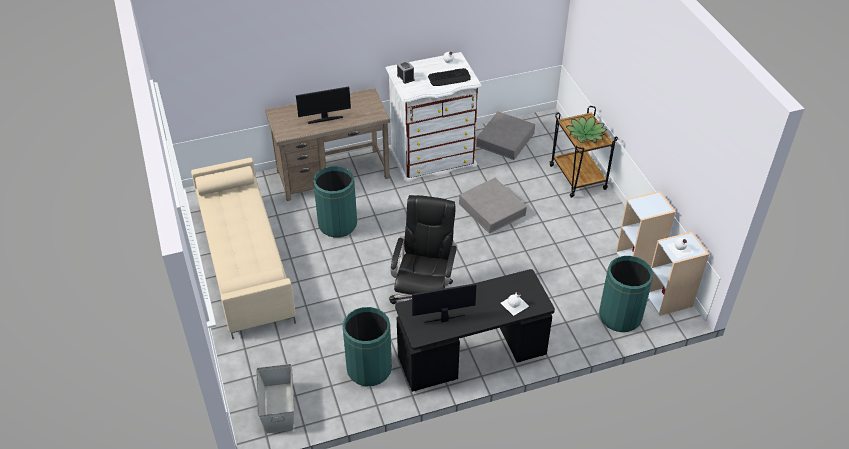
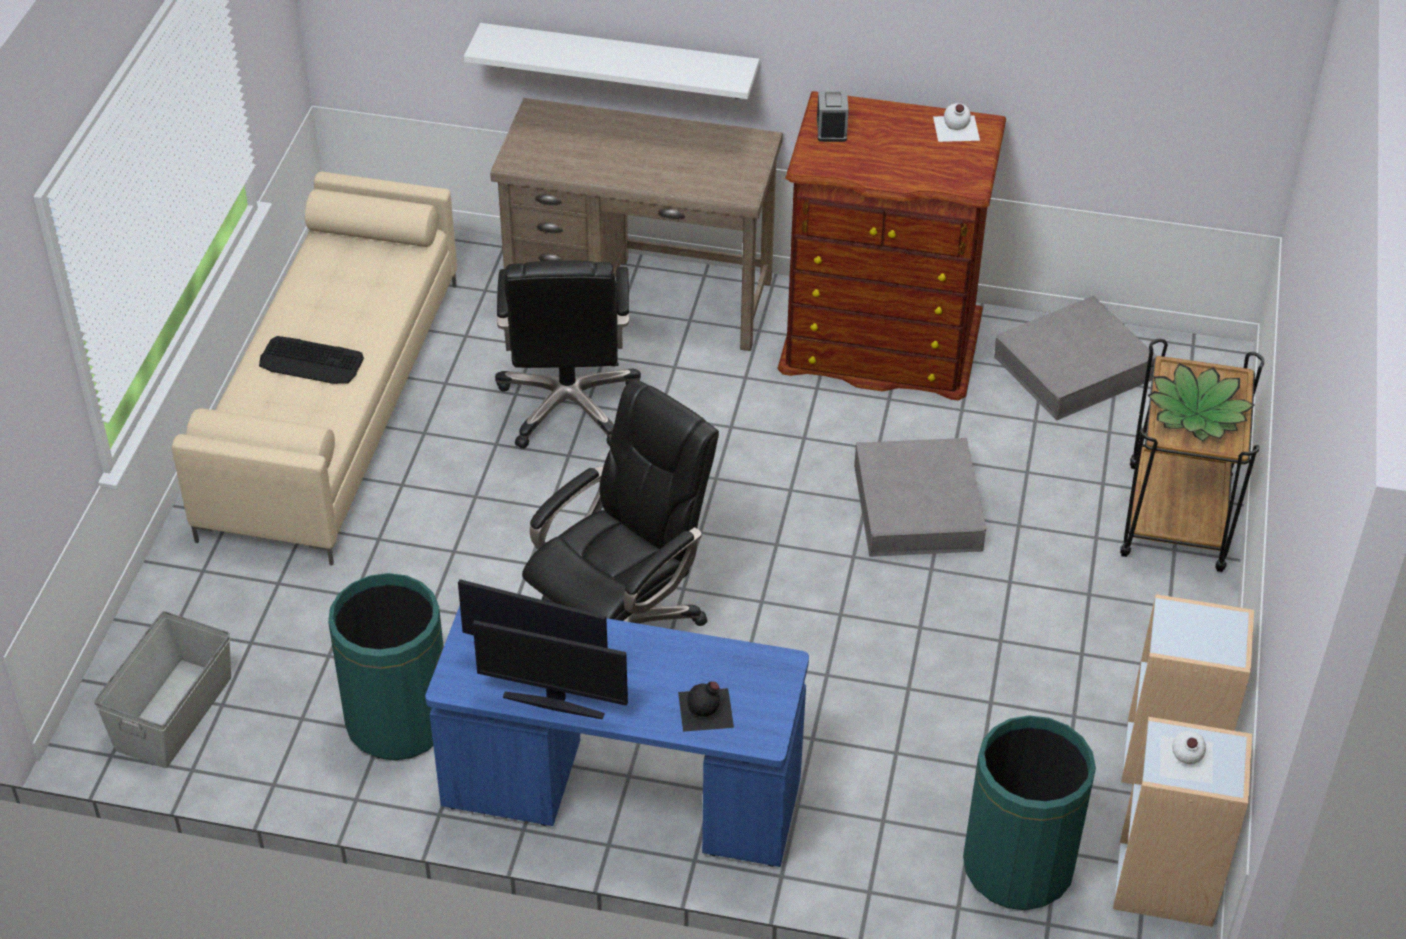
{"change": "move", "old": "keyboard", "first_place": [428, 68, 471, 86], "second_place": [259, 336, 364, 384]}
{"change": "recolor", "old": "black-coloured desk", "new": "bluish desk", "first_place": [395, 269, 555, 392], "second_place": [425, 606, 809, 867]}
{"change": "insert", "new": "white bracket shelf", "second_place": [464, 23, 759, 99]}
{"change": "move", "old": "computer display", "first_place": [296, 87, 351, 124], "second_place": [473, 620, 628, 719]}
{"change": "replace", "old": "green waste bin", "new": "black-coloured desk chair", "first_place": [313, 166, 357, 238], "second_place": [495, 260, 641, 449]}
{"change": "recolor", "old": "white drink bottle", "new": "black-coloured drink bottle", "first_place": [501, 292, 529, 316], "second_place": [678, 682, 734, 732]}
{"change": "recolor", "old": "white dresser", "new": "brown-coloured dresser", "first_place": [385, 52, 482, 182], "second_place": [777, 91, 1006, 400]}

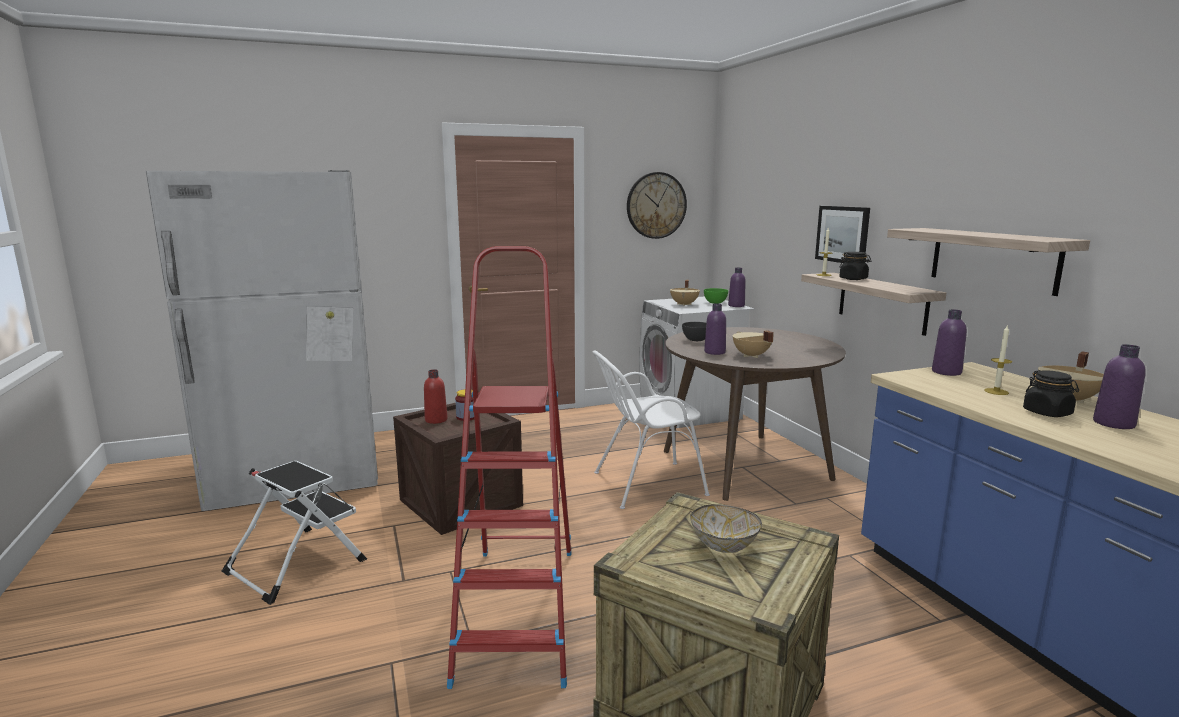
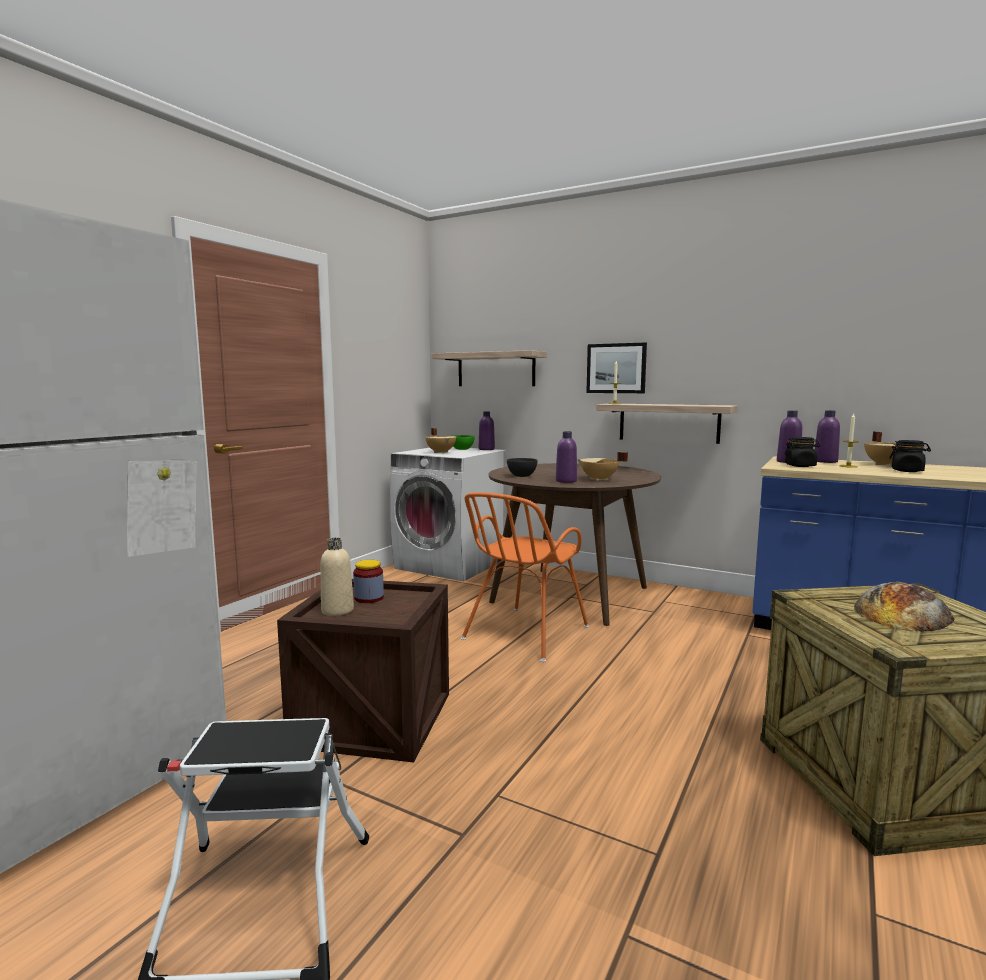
{"change": "recolor", "old": "reddish drink bottle", "new": "beige drink bottle", "first_place": [424, 369, 448, 424], "second_place": [320, 538, 354, 616]}
{"change": "move", "old": "bracket shelf", "first_place": [887, 228, 1090, 296], "second_place": [432, 350, 547, 386]}
{"change": "recolor", "old": "white upright chair", "new": "orange upright chair", "first_place": [592, 350, 710, 509], "second_place": [461, 492, 589, 662]}
{"change": "move", "old": "black-coloured storage jar", "first_place": [839, 252, 871, 280], "second_place": [784, 437, 820, 467]}
{"change": "move", "old": "purple-coloured drink bottle", "first_place": [1093, 344, 1146, 429], "second_place": [815, 410, 840, 463]}
{"change": "replace", "old": "bowl", "new": "bread", "first_place": [690, 504, 762, 553], "second_place": [854, 582, 954, 632]}
{"change": "delete", "old": "reddish stepladder", "first_place": [447, 246, 571, 689]}
{"change": "delete", "old": "clock on the wall", "first_place": [627, 172, 687, 239]}

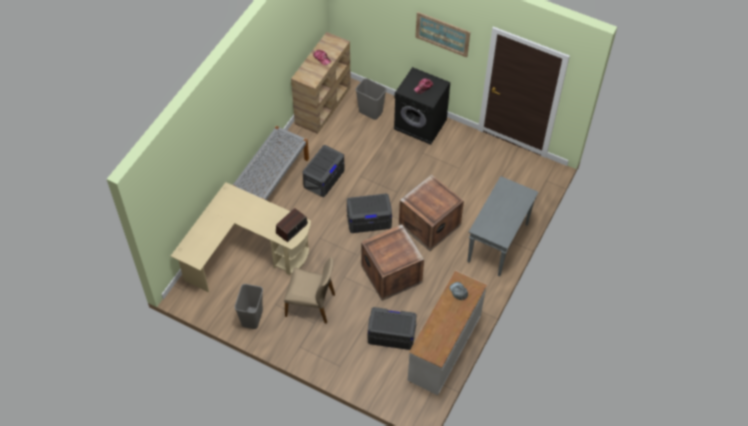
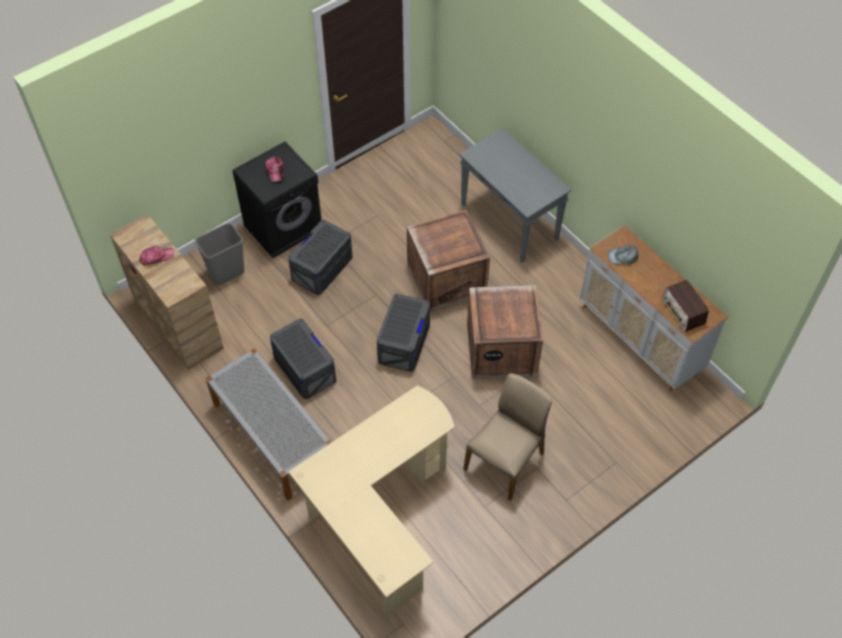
{"change": "move", "old": "grey storage bin", "first_place": [368, 307, 417, 350], "second_place": [288, 220, 353, 295]}
{"change": "move", "old": "radio", "first_place": [276, 208, 308, 242], "second_place": [662, 280, 709, 332]}
{"change": "delete", "old": "grey waste bin", "first_place": [234, 284, 263, 329]}
{"change": "delete", "old": "wall picture", "first_place": [415, 12, 470, 58]}

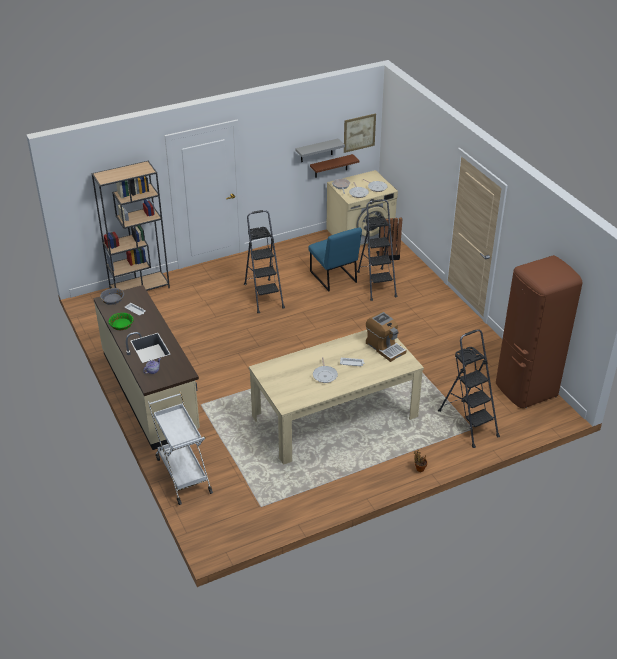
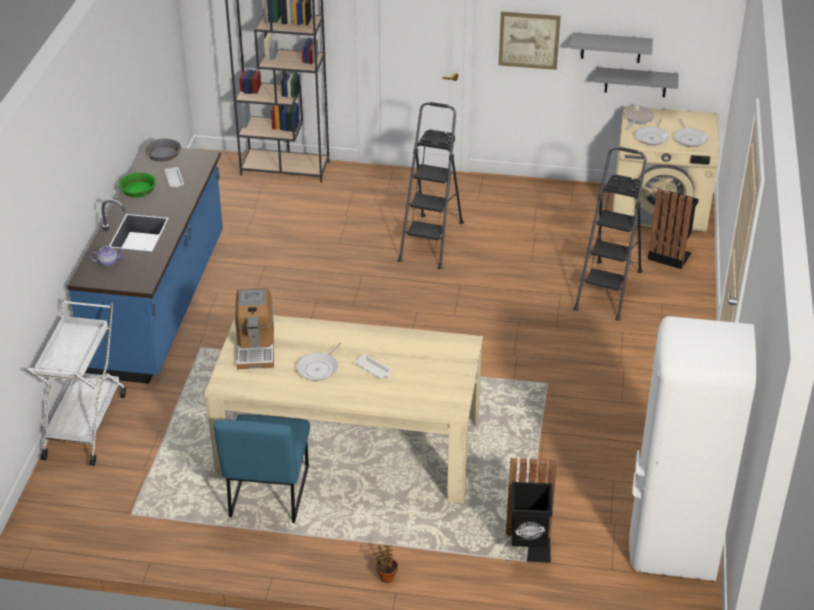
{"change": "recolor", "old": "beige kitchen counter", "new": "bluish kitchen counter", "first_place": [93, 285, 200, 450], "second_place": [67, 145, 223, 384]}
{"change": "move", "old": "bluish upright chair", "first_place": [308, 227, 362, 291], "second_place": [214, 414, 310, 523]}
{"change": "move", "old": "coffee machine", "first_place": [366, 312, 406, 362], "second_place": [235, 288, 274, 369]}
{"change": "move", "old": "wall picture", "first_place": [344, 113, 376, 153], "second_place": [498, 12, 561, 70]}
{"change": "replace", "old": "stepladder", "new": "black-coloured waste bin", "first_place": [438, 329, 500, 448], "second_place": [506, 458, 557, 563]}
{"change": "recolor", "old": "brown-coloured bracket shelf", "new": "grey bracket shelf", "first_place": [310, 154, 360, 178], "second_place": [595, 67, 678, 97]}
{"change": "recolor", "old": "brown-coloured kitchen fridge", "new": "white kitchen fridge", "first_place": [496, 255, 582, 408], "second_place": [629, 316, 756, 582]}

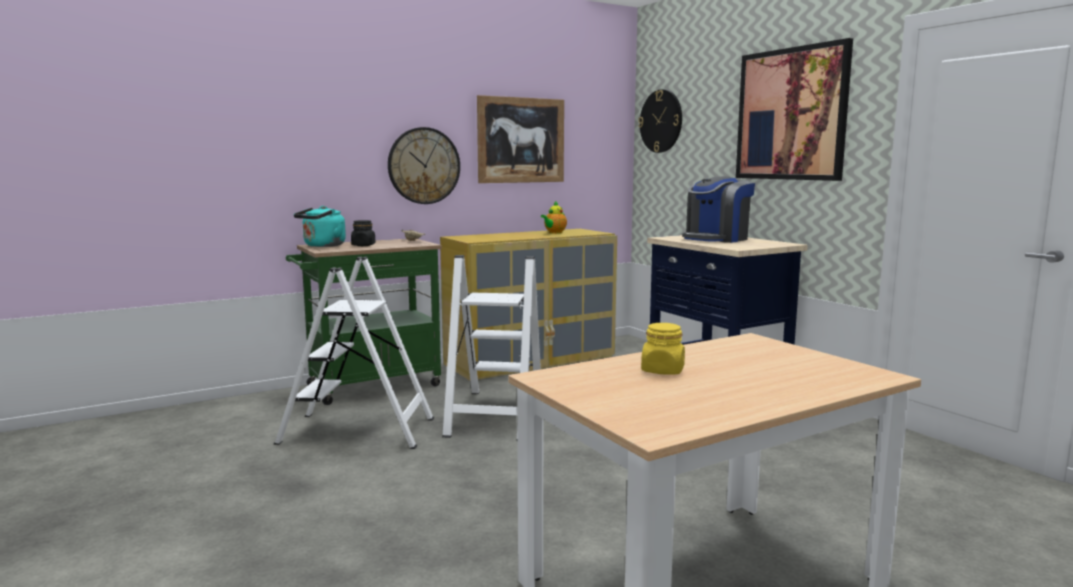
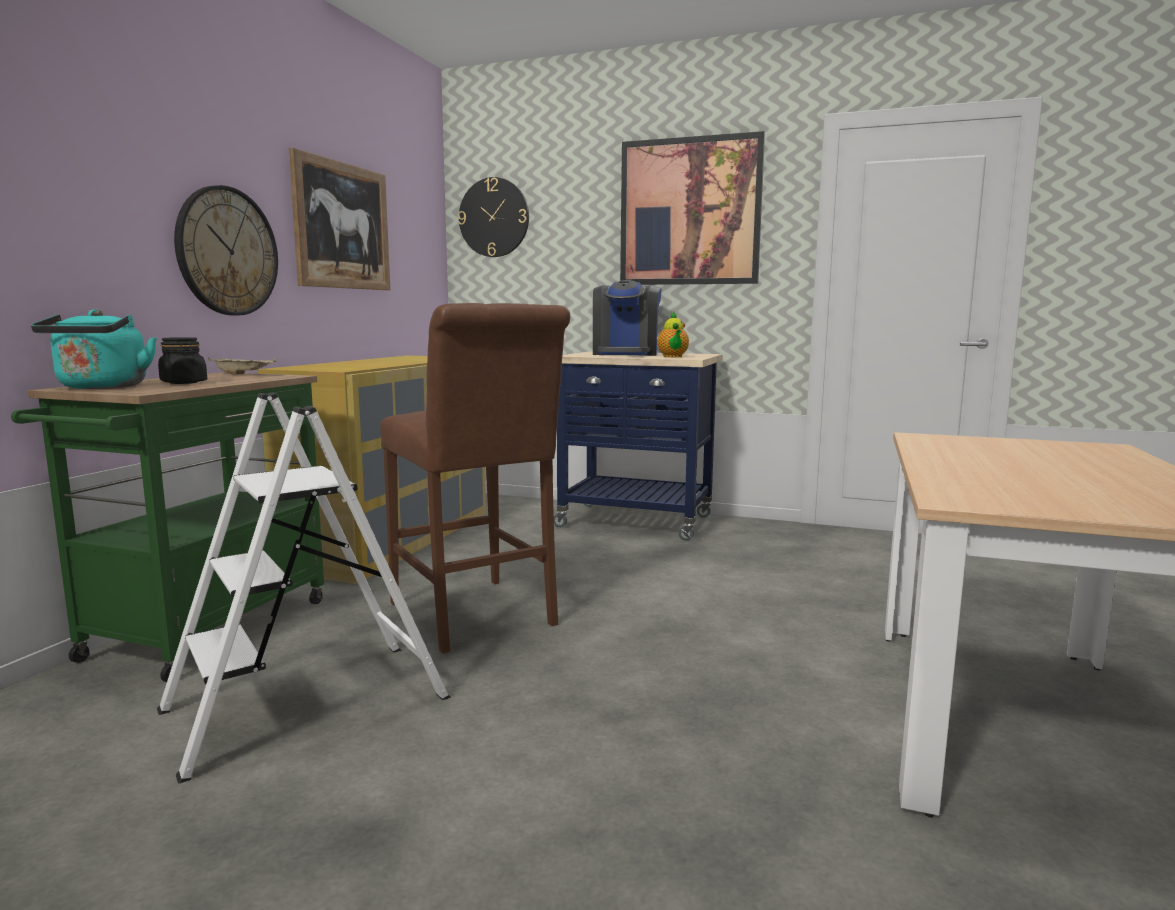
{"change": "replace", "old": "white stepladder", "new": "brown-coloured stool", "first_place": [442, 255, 541, 441], "second_place": [380, 303, 570, 654]}
{"change": "move", "old": "teapot", "first_place": [541, 201, 567, 234], "second_place": [658, 312, 689, 357]}
{"change": "delete", "old": "yellow-coloured storage jar", "first_place": [641, 323, 685, 375]}

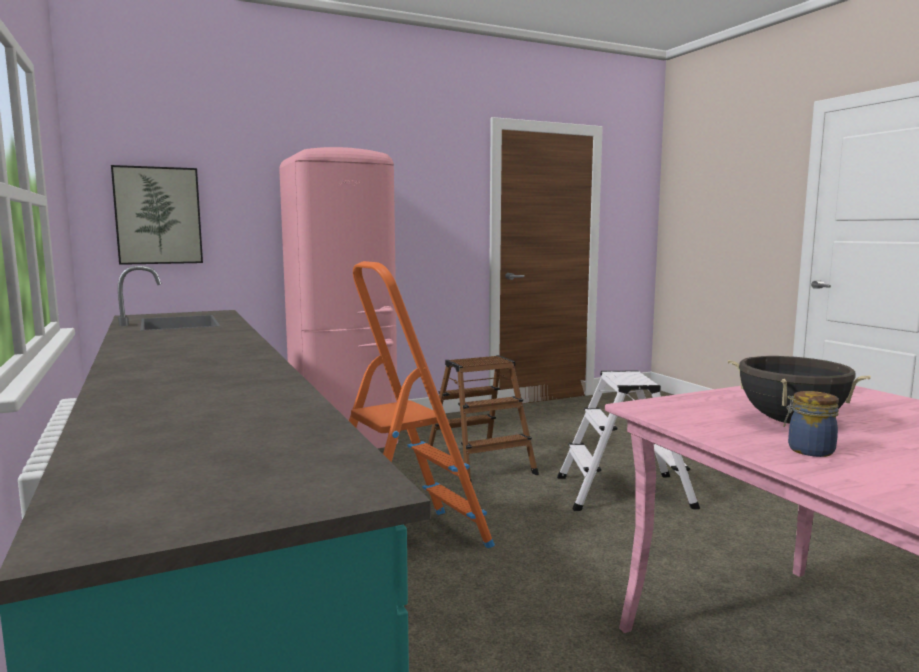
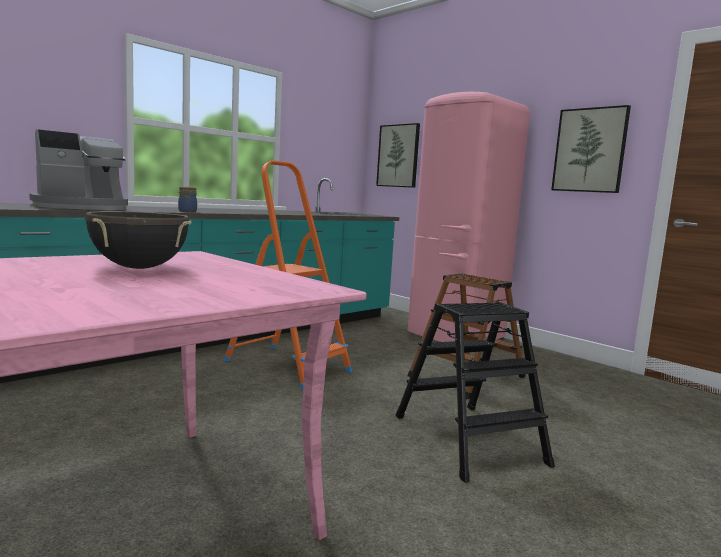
{"change": "insert", "new": "coffee machine", "second_place": [29, 129, 128, 210]}
{"change": "move", "old": "storage jar", "first_place": [784, 391, 839, 457], "second_place": [178, 186, 197, 212]}
{"change": "recolor", "old": "white stepladder", "new": "black-coloured stepladder", "first_place": [557, 371, 700, 511], "second_place": [395, 302, 555, 483]}
{"change": "insert", "new": "wall picture", "second_place": [551, 105, 631, 193]}

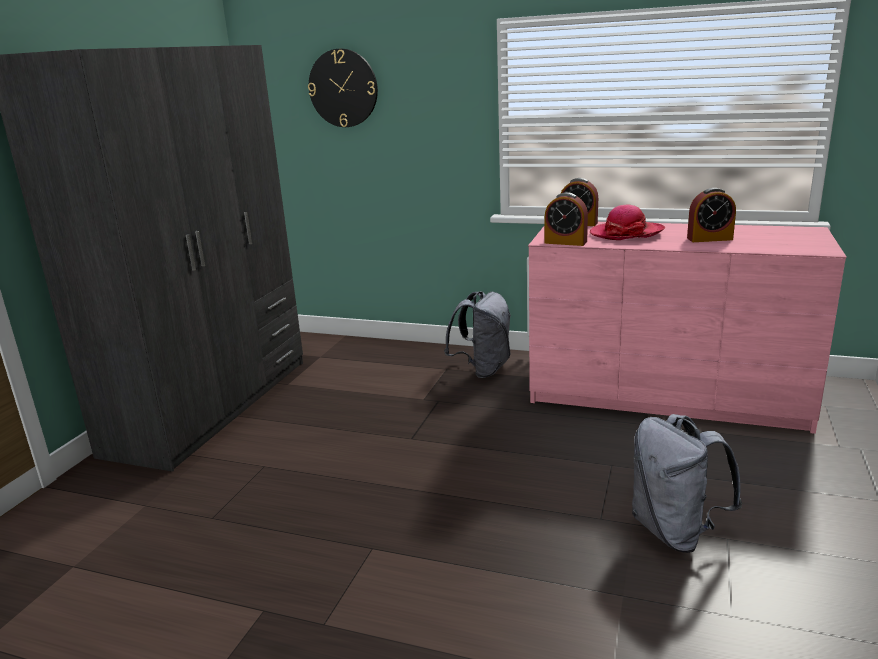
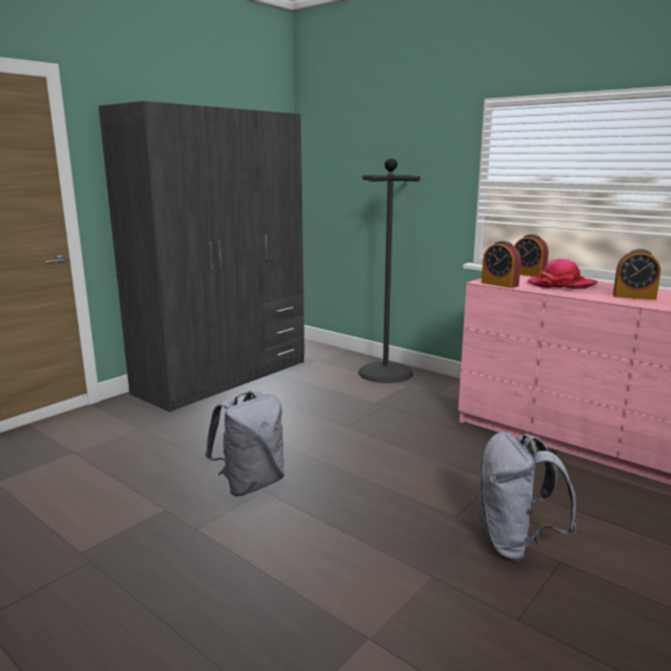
{"change": "move", "old": "grey rucksack", "first_place": [444, 291, 511, 378], "second_place": [205, 391, 284, 496]}
{"change": "insert", "new": "black-coloured garment stand", "second_place": [358, 159, 420, 383]}
{"change": "delete", "old": "clock on the wall", "first_place": [308, 49, 378, 127]}

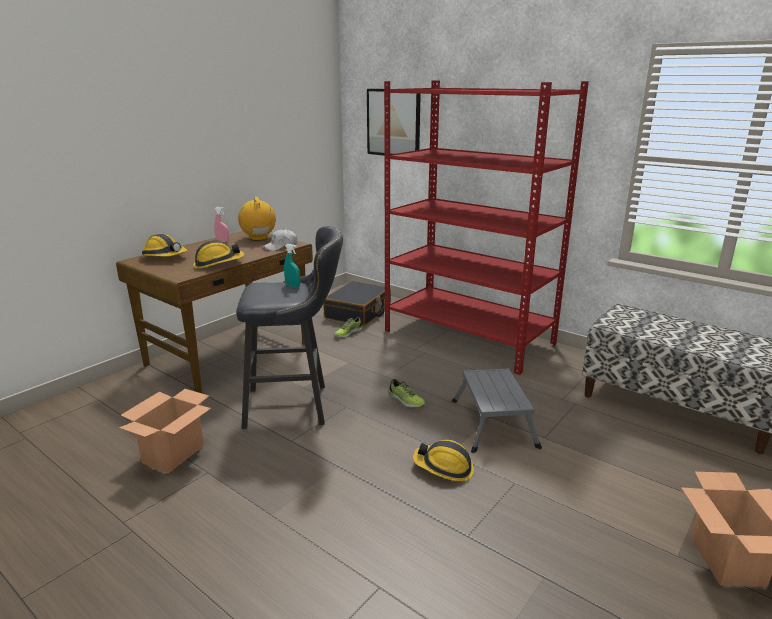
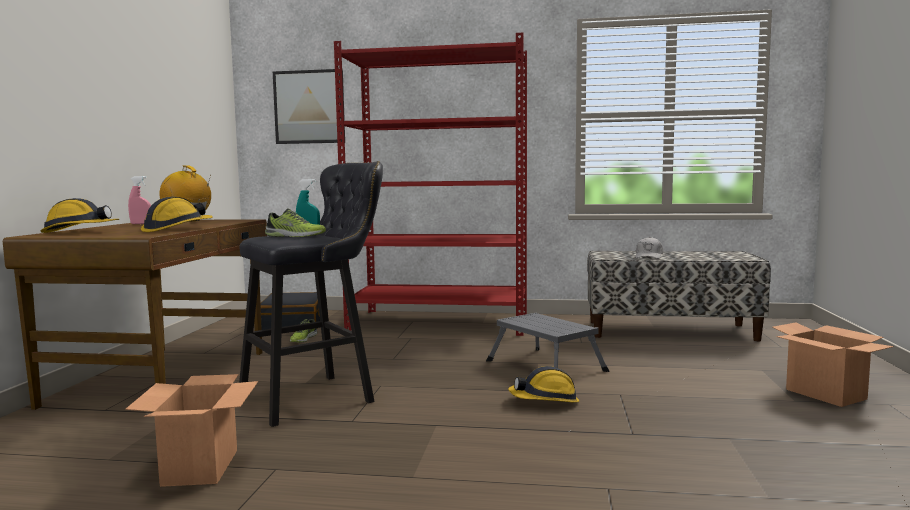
{"change": "move", "old": "low shoe", "first_place": [388, 379, 425, 408], "second_place": [265, 208, 326, 237]}
{"change": "move", "old": "white peaked cap", "first_place": [262, 229, 297, 251], "second_place": [635, 237, 663, 259]}

